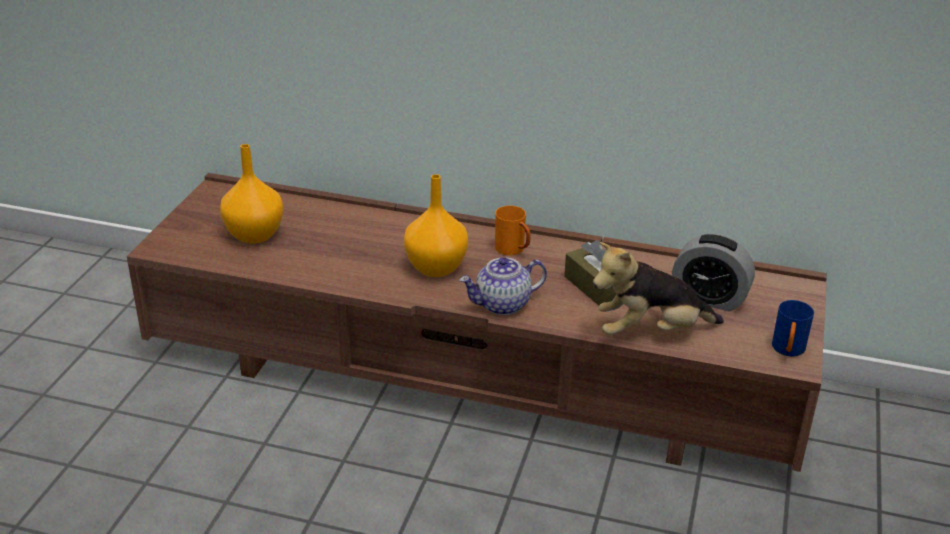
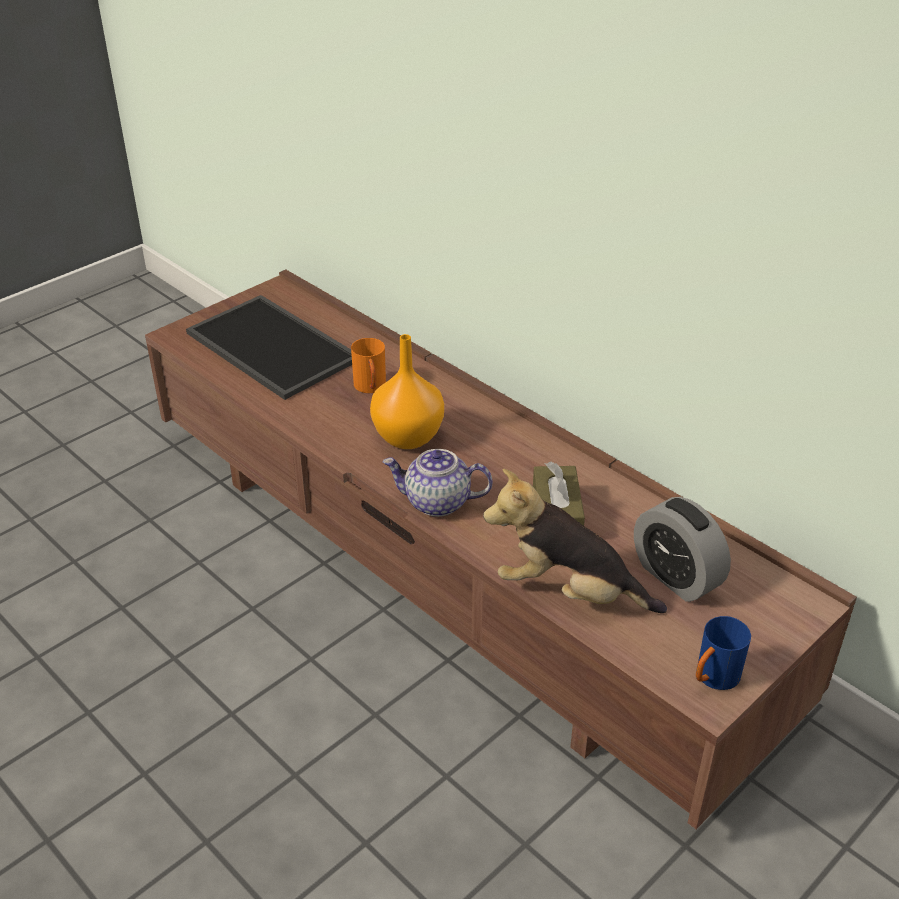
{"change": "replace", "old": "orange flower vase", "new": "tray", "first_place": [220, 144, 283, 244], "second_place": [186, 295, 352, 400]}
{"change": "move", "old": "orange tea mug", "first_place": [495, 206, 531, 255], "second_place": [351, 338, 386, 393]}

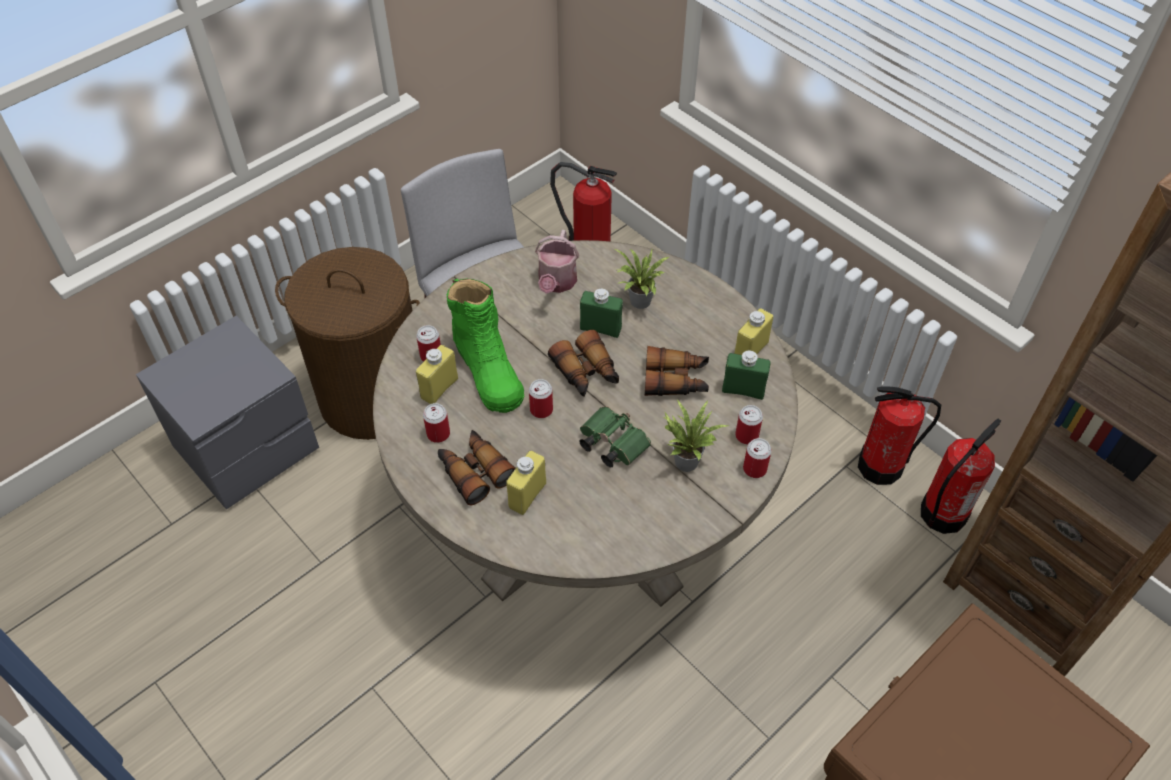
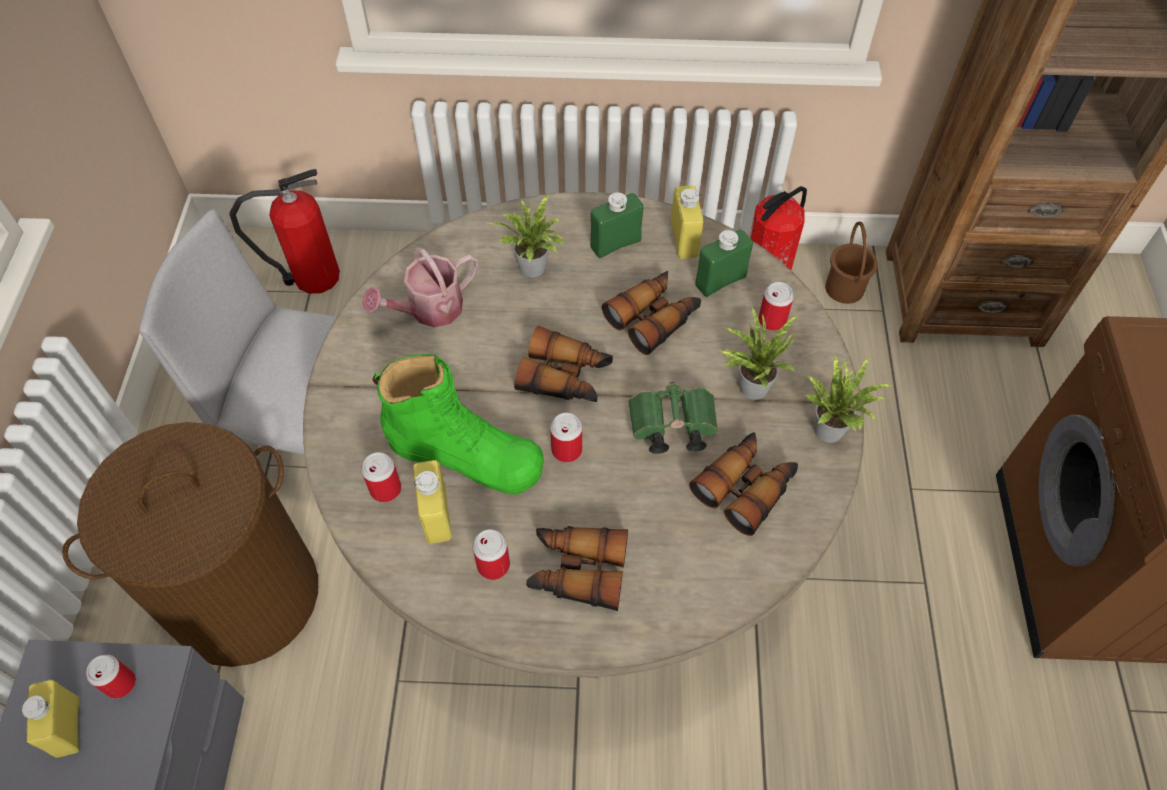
{"change": "move", "old": "yellow-coloured drink bottle", "first_place": [506, 451, 546, 515], "second_place": [22, 680, 79, 758]}
{"change": "move", "old": "sealed can", "first_place": [743, 438, 772, 478], "second_place": [86, 655, 136, 699]}
{"change": "rotate", "old": "sprinkling can", "first_place": [535, 230, 579, 294], "second_place": [362, 247, 479, 327], "degrees": 90}
{"change": "move", "old": "green drink bottle", "first_place": [580, 289, 623, 338], "second_place": [590, 192, 643, 258]}
{"change": "insert", "new": "field glasses", "second_place": [689, 432, 798, 536]}
{"change": "insert", "new": "potted plant", "second_place": [805, 355, 893, 443]}
{"change": "replace", "old": "extinguisher", "new": "brown-coloured bucket", "first_place": [921, 419, 1001, 534], "second_place": [825, 222, 878, 304]}

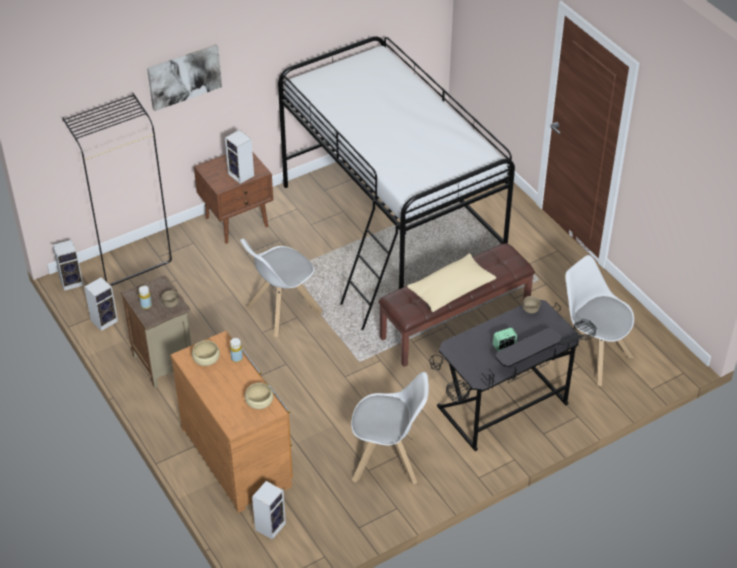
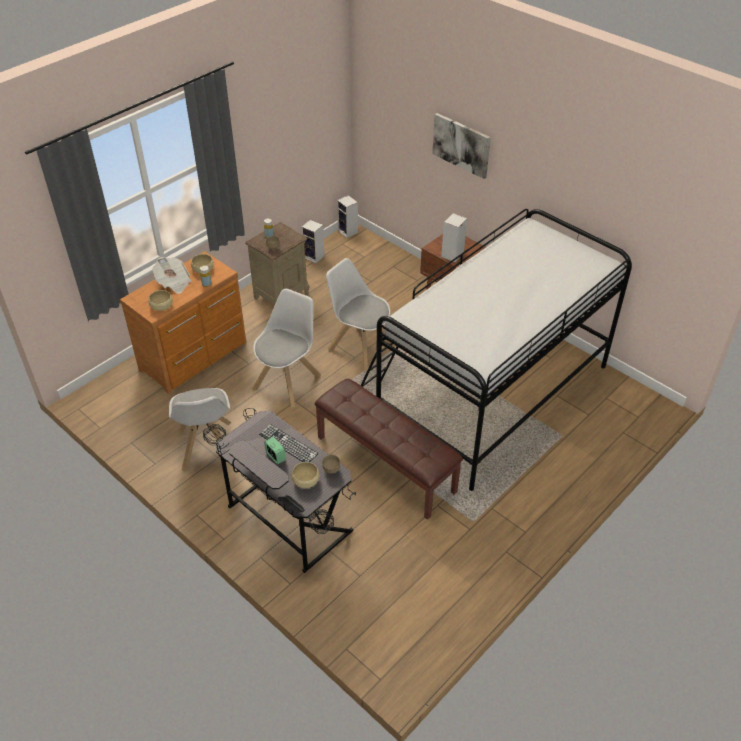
{"change": "insert", "new": "daily paper", "second_place": [152, 257, 192, 294]}
{"change": "move", "old": "upright chair", "first_place": [565, 255, 634, 386], "second_place": [252, 289, 321, 408]}
{"change": "insert", "new": "keyboard", "second_place": [259, 424, 318, 462]}
{"change": "insert", "new": "beige bowl", "second_place": [291, 462, 320, 488]}
{"change": "delete", "old": "black-coloured garment stand", "first_place": [62, 93, 172, 286]}
{"change": "delete", "old": "loudspeaker", "first_place": [252, 481, 286, 540]}
{"change": "delete", "old": "beige cushion", "first_place": [407, 253, 496, 312]}

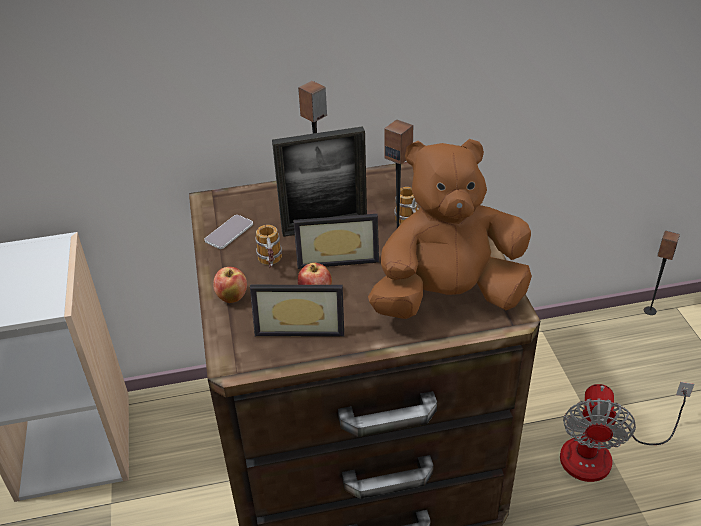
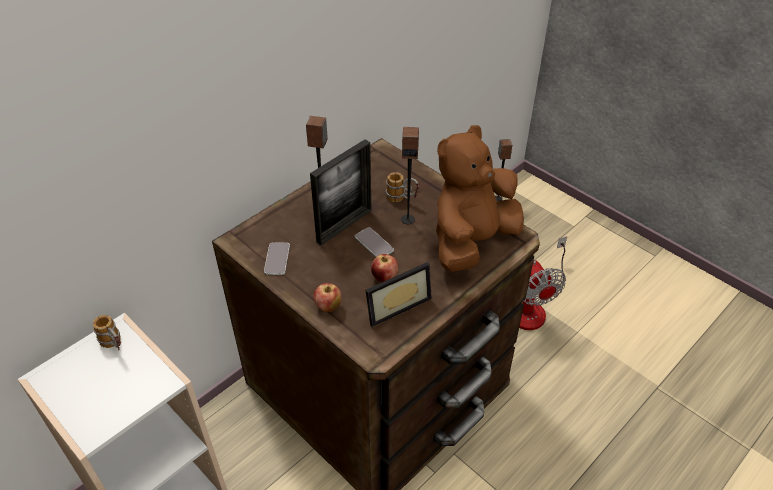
{"change": "move", "old": "tea mug", "first_place": [255, 225, 282, 268], "second_place": [93, 315, 121, 351]}
{"change": "replace", "old": "photo frame", "new": "telephone", "first_place": [293, 214, 379, 269], "second_place": [355, 228, 394, 257]}

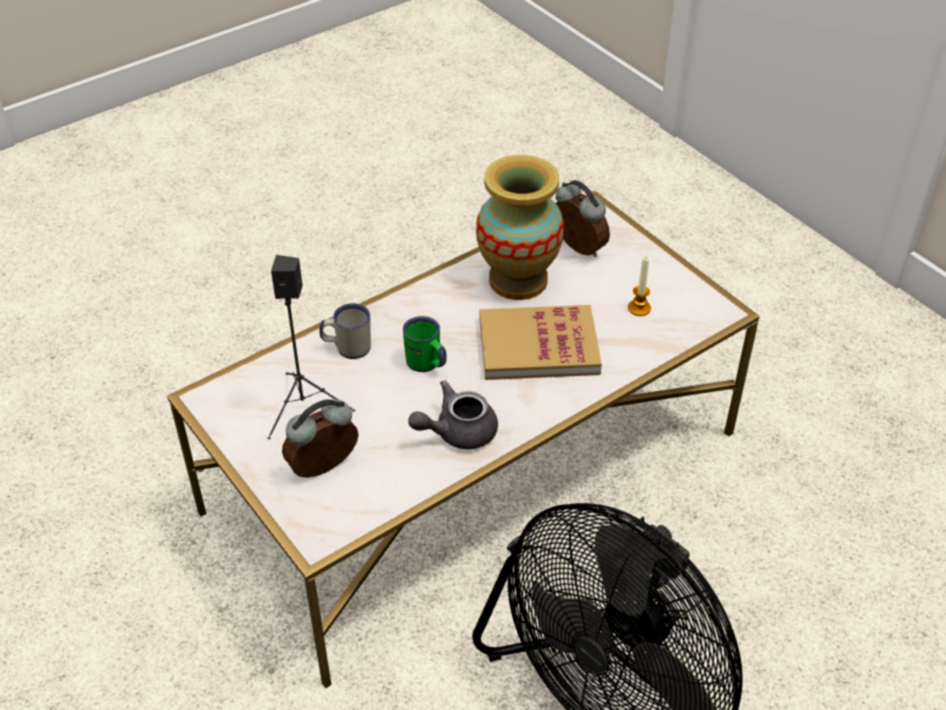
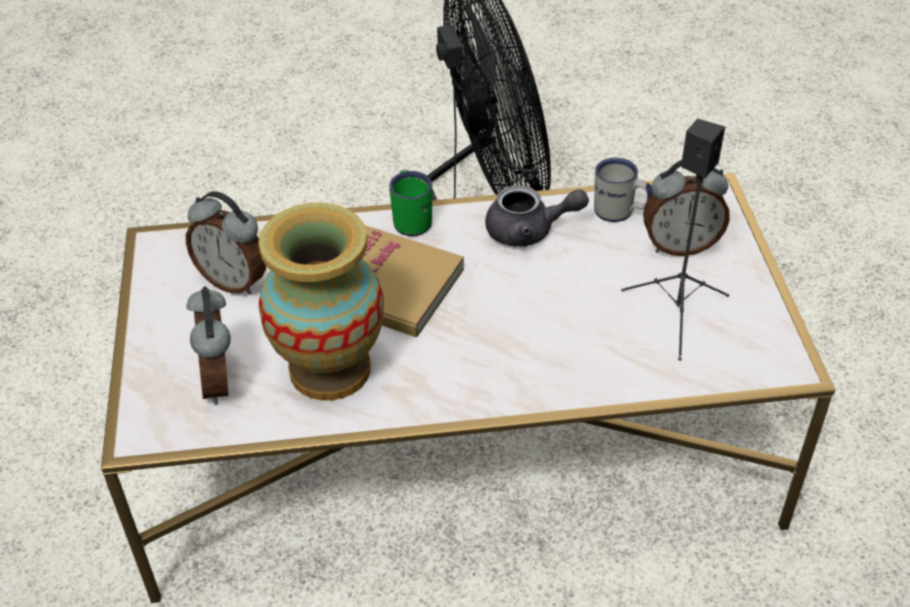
{"change": "replace", "old": "wax candle", "new": "alarm clock", "first_place": [628, 257, 651, 316], "second_place": [186, 191, 266, 295]}
{"change": "move", "old": "green tea mug", "first_place": [403, 316, 447, 372], "second_place": [389, 170, 432, 236]}
{"change": "move", "old": "white tea mug", "first_place": [319, 303, 371, 359], "second_place": [594, 158, 652, 222]}

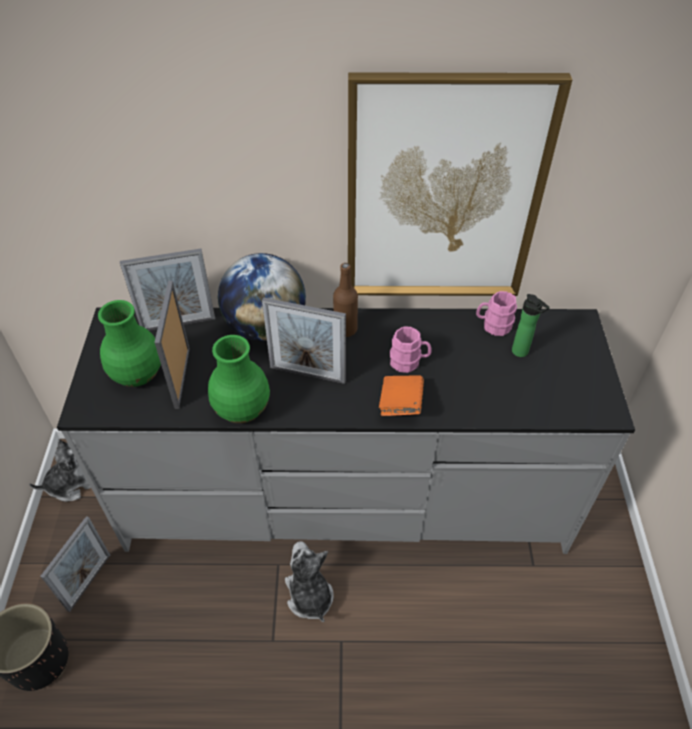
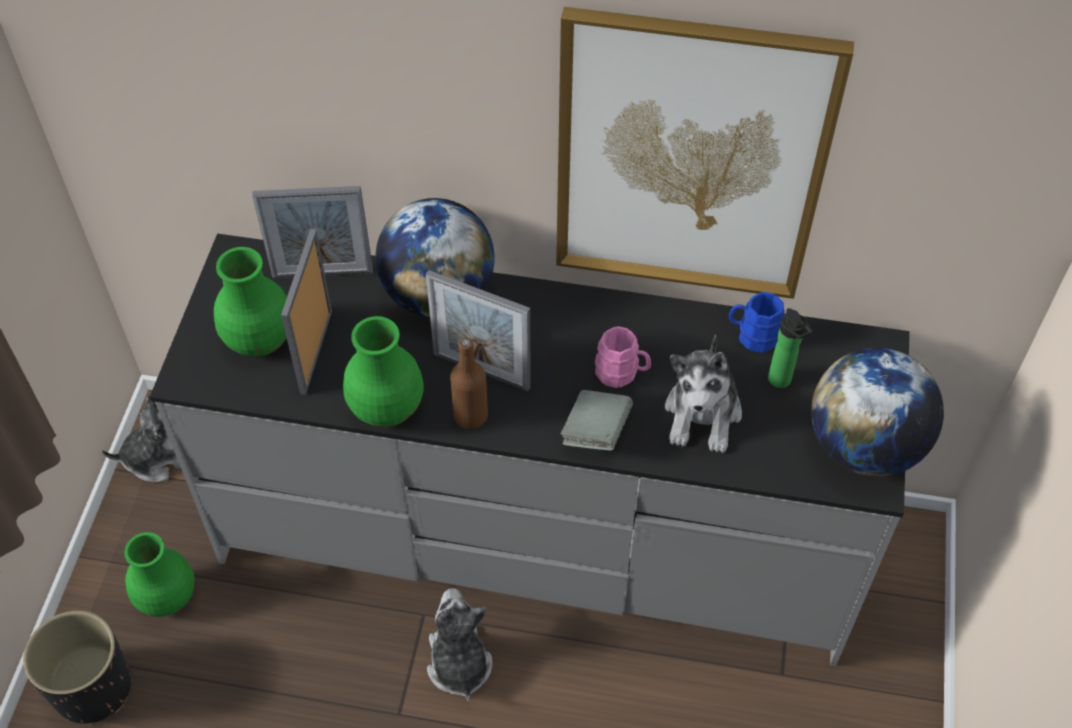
{"change": "replace", "old": "photo frame", "new": "green flower vase", "first_place": [40, 516, 110, 612], "second_place": [124, 532, 195, 617]}
{"change": "move", "old": "brown-coloured drink bottle", "first_place": [333, 263, 358, 337], "second_place": [450, 337, 488, 429]}
{"change": "recolor", "old": "orange volume", "new": "grey volume", "first_place": [379, 375, 424, 416], "second_place": [561, 390, 633, 450]}
{"change": "insert", "new": "plush toy", "second_place": [665, 335, 742, 453]}
{"change": "recolor", "old": "pink tea mug", "new": "bluish tea mug", "first_place": [476, 291, 517, 336], "second_place": [729, 292, 785, 353]}
{"change": "insert", "new": "world globe", "second_place": [811, 347, 944, 476]}

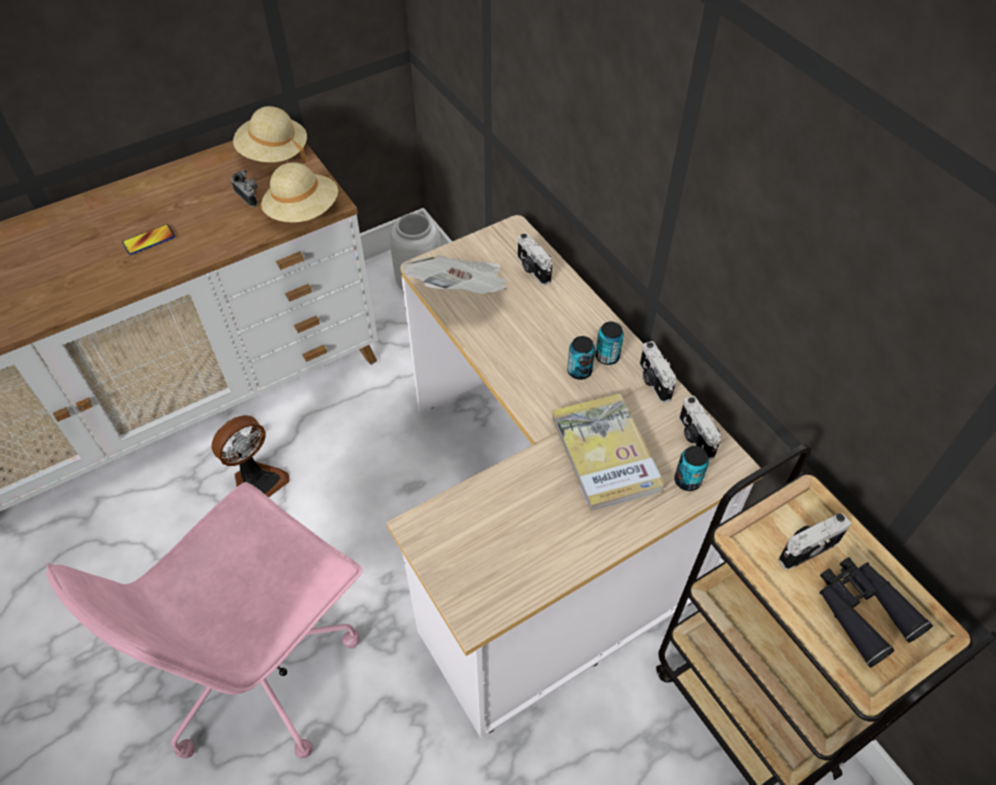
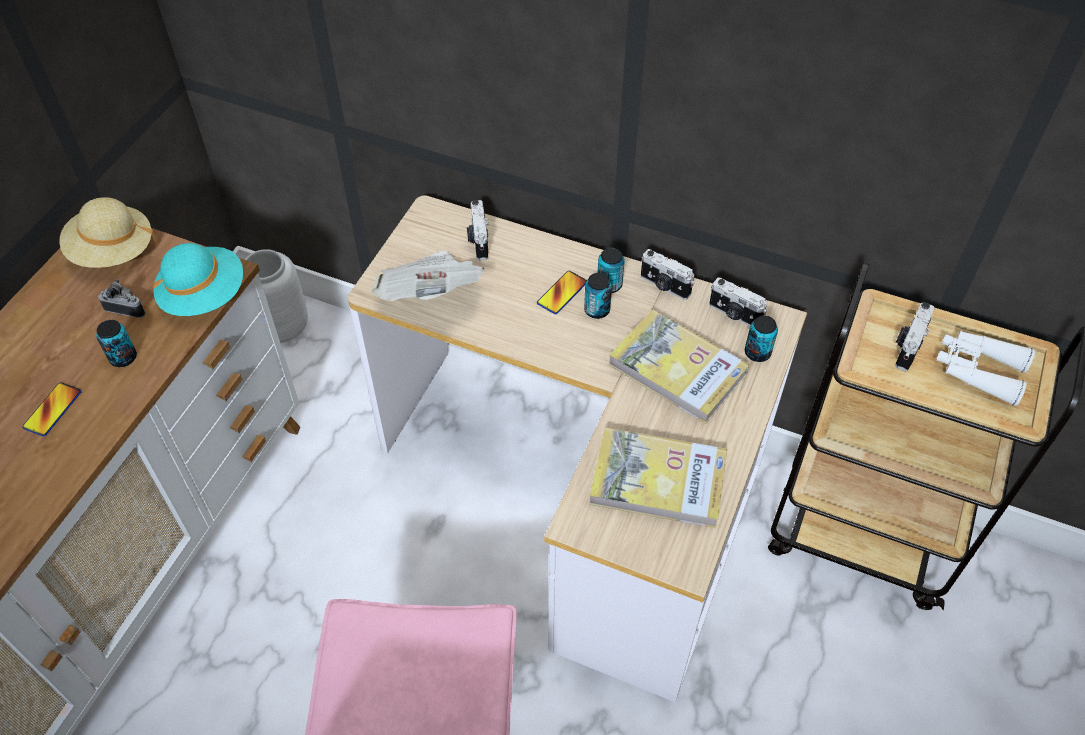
{"change": "insert", "new": "sealed can", "second_place": [96, 320, 137, 367]}
{"change": "recolor", "old": "beige clothing hat", "new": "turquoise-coloured clothing hat", "first_place": [261, 162, 338, 223], "second_place": [153, 243, 243, 316]}
{"change": "rotate", "old": "photo camera", "first_place": [518, 233, 552, 285], "second_place": [467, 200, 488, 260], "degrees": 60}
{"change": "insert", "new": "telephone", "second_place": [537, 271, 587, 314]}
{"change": "insert", "new": "volume", "second_place": [589, 427, 727, 528]}
{"change": "recolor", "old": "black-coloured field glasses", "new": "white field glasses", "first_place": [819, 557, 933, 668], "second_place": [936, 330, 1036, 406]}
{"change": "delete", "old": "electric fan", "first_place": [212, 416, 290, 497]}

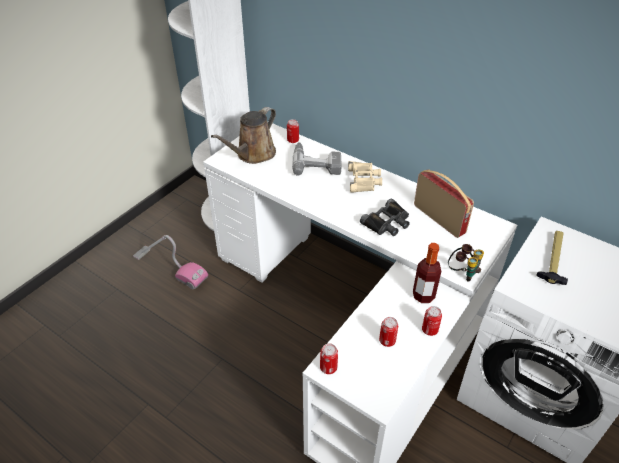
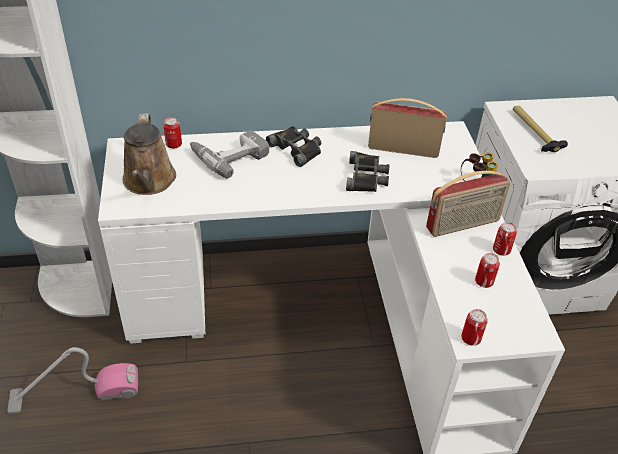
{"change": "recolor", "old": "beige field glasses", "new": "black-coloured field glasses", "first_place": [348, 161, 382, 192], "second_place": [266, 126, 321, 167]}
{"change": "replace", "old": "drink bottle", "new": "radio", "first_place": [413, 243, 441, 303], "second_place": [426, 171, 510, 237]}

